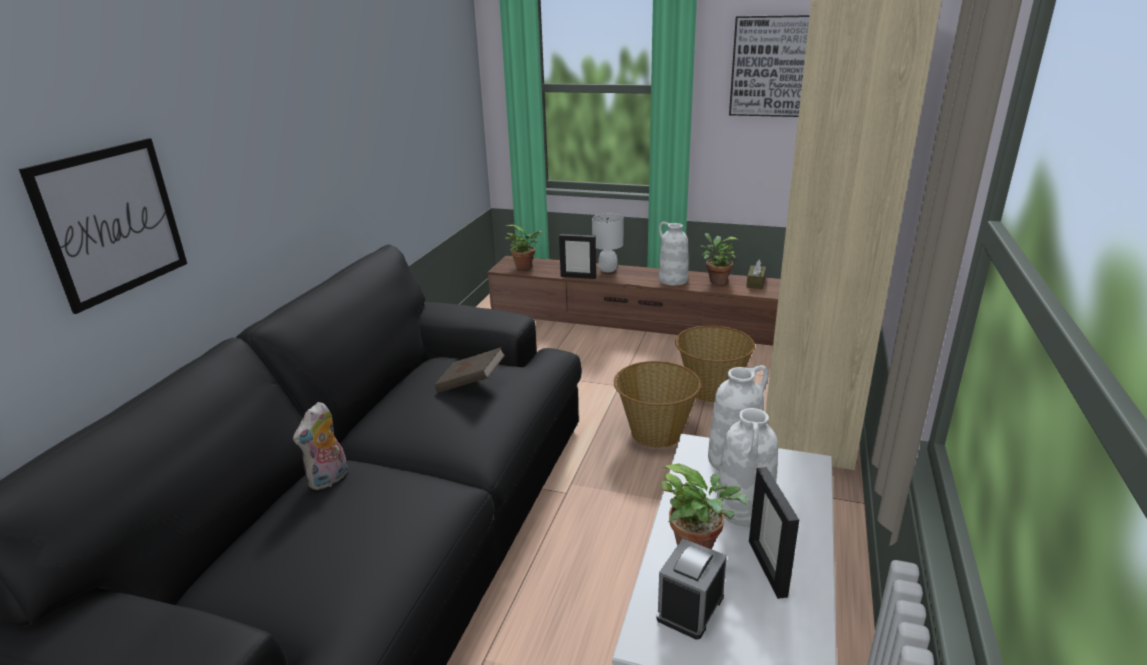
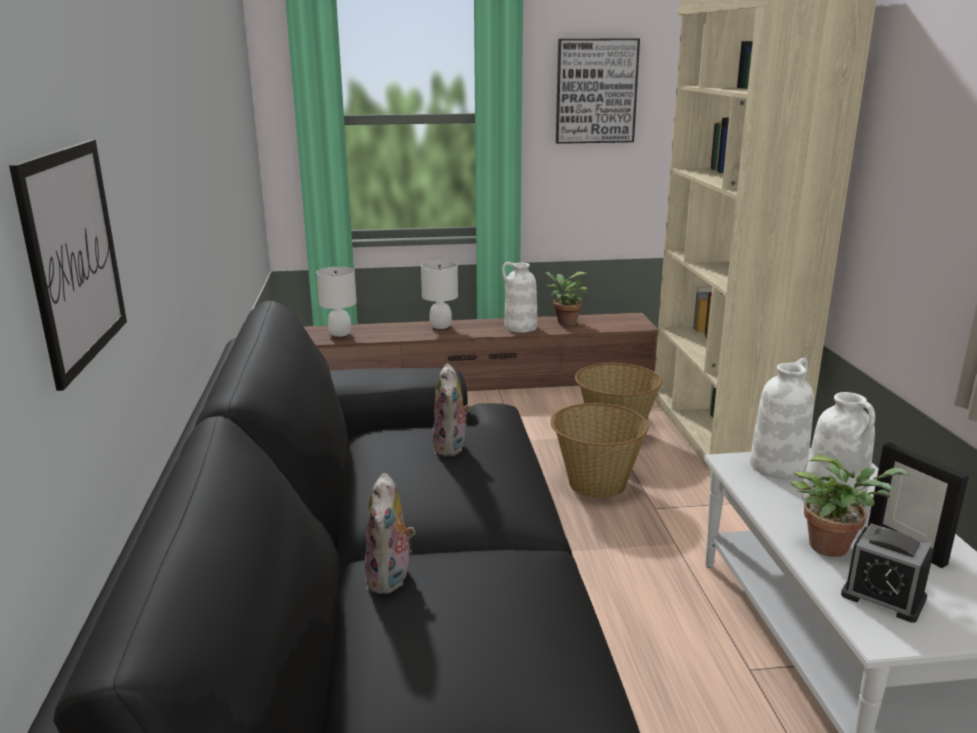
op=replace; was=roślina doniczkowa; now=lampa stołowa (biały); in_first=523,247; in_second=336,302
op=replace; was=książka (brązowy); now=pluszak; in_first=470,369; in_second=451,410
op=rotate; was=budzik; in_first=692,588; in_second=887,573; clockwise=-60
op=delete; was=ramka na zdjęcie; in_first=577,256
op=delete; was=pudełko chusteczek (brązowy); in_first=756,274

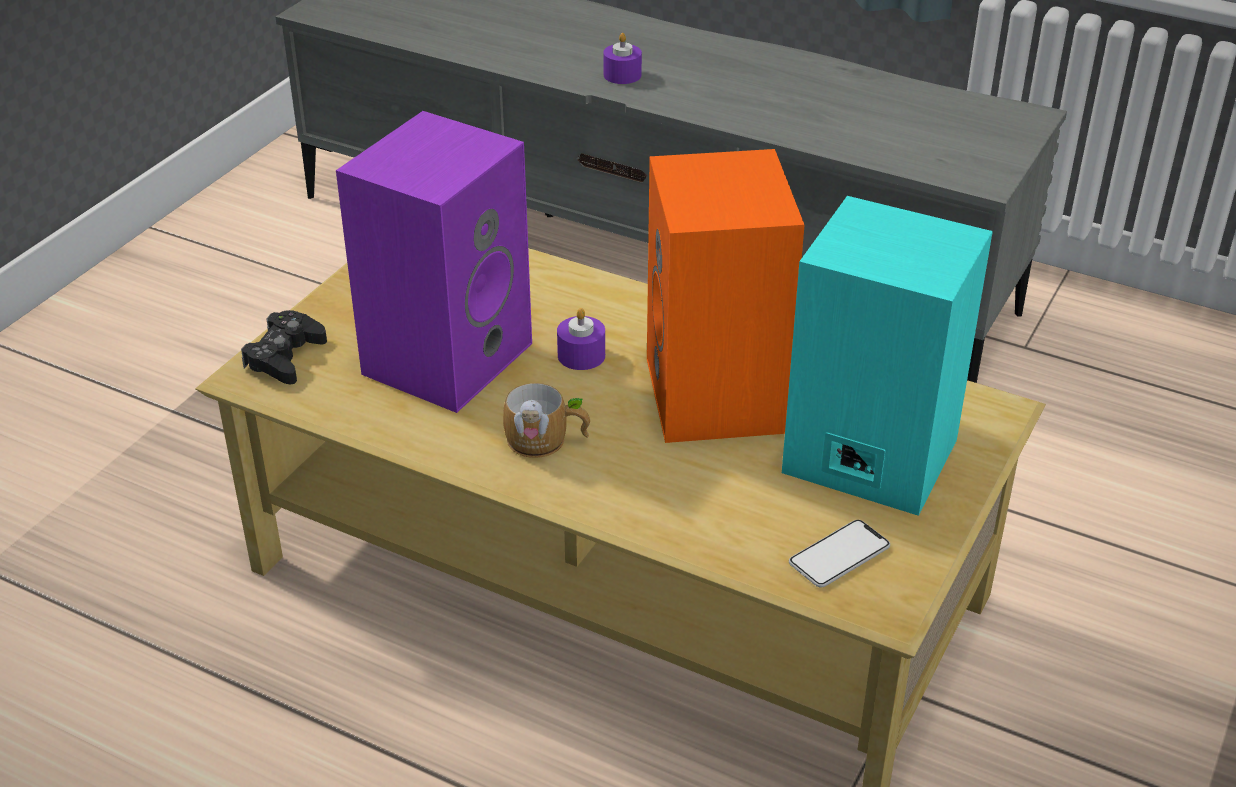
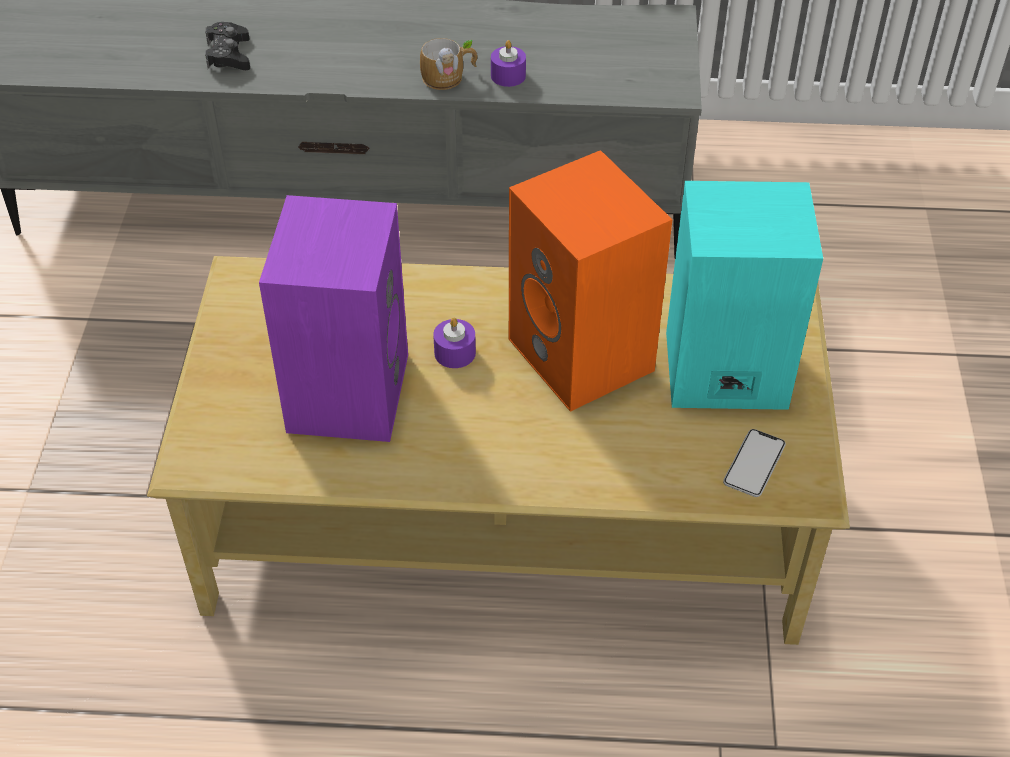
op=move; was=pad do gier (czarny); in_first=284,347; in_second=227,46
op=move; was=kubek; in_first=546,420; in_second=449,64
op=move; was=świeca (fioletowy); in_first=622,58; in_second=508,63

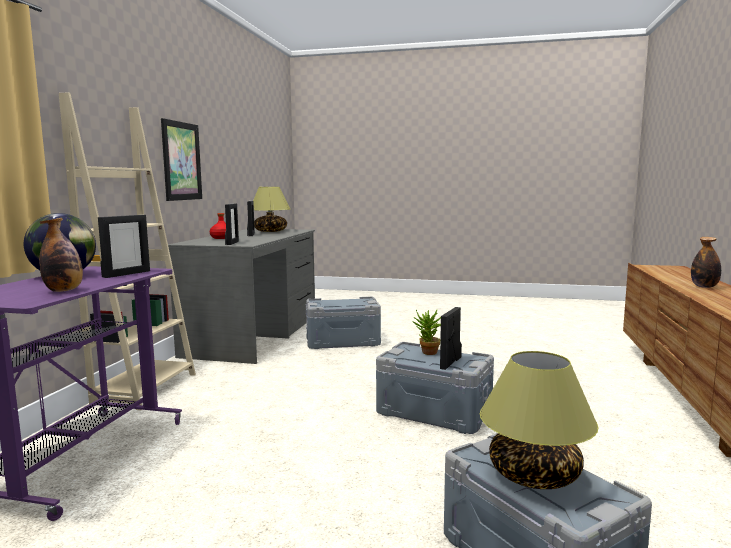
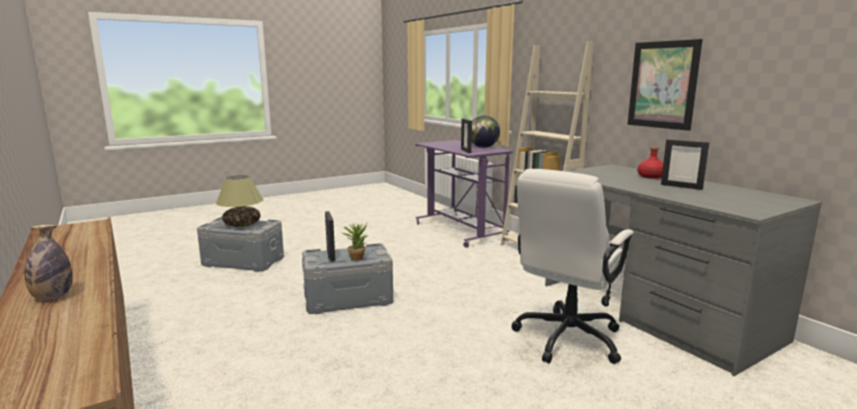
op=replace; was=pojemnik do przechowywania (szary); now=krzesło biurowe (biały); in_first=343,323; in_second=572,266
op=delete; was=butelka; in_first=61,255
op=delete; was=ramka na zdjęcie; in_first=232,224
op=delete; was=lampa stołowa; in_first=271,209

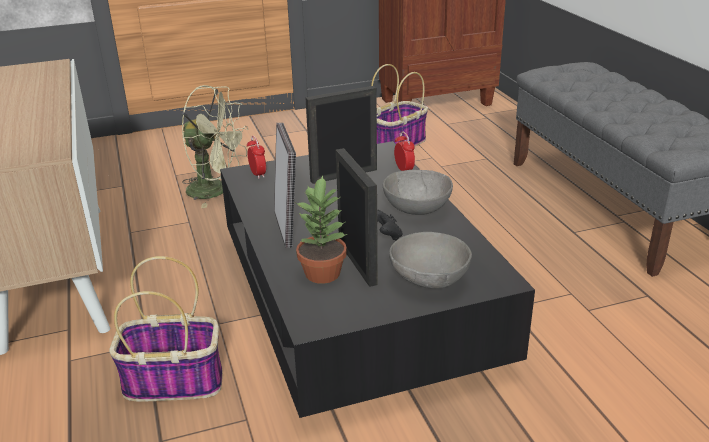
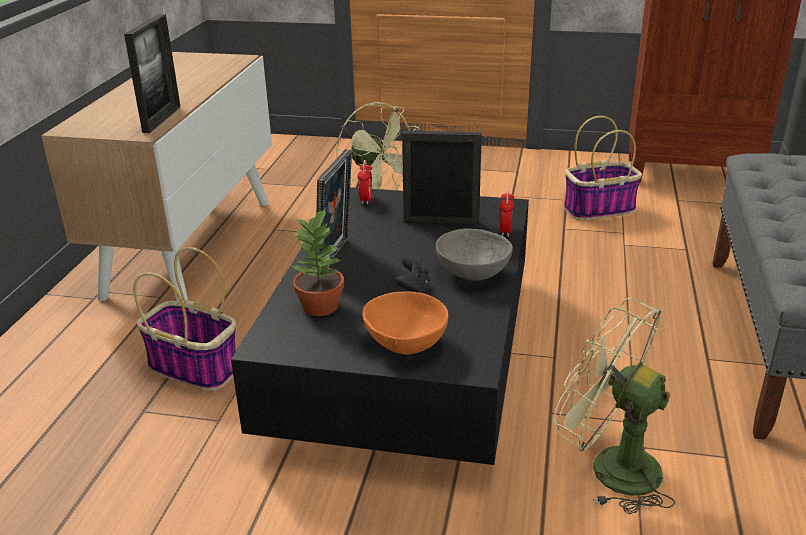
op=move; was=ramka na zdjęcie; in_first=357,217; in_second=152,73
op=recolor; was=miska (szary); now=miska (pomarańczowy); in_first=430,260; in_second=405,323
op=insert; now=wentylator (zielony); in_second=614,406

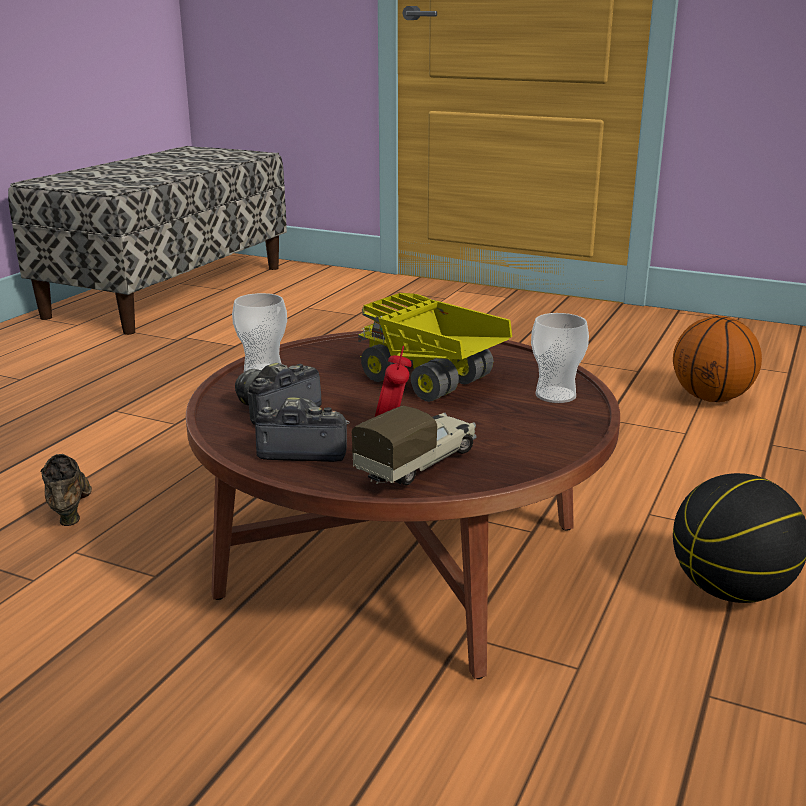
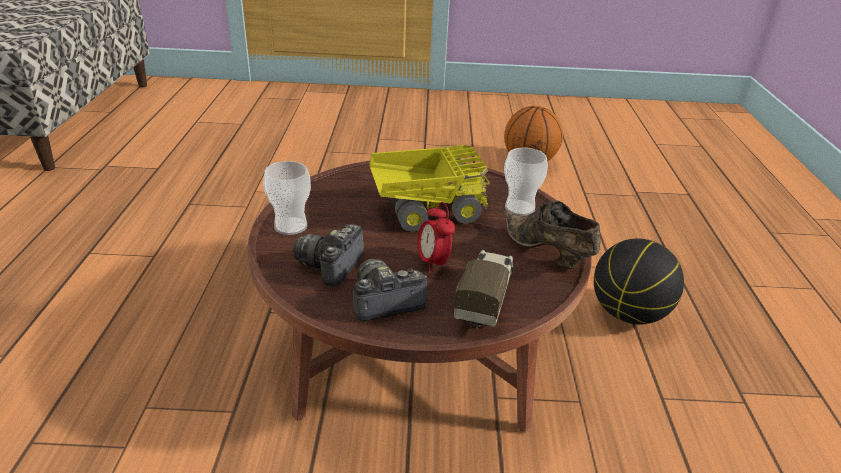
op=rotate; was=ciężarówka zabawkowa; in_first=435,347; in_second=429,188; clockwise=150
op=move; was=but (brązowy); in_first=66,490; in_second=552,234

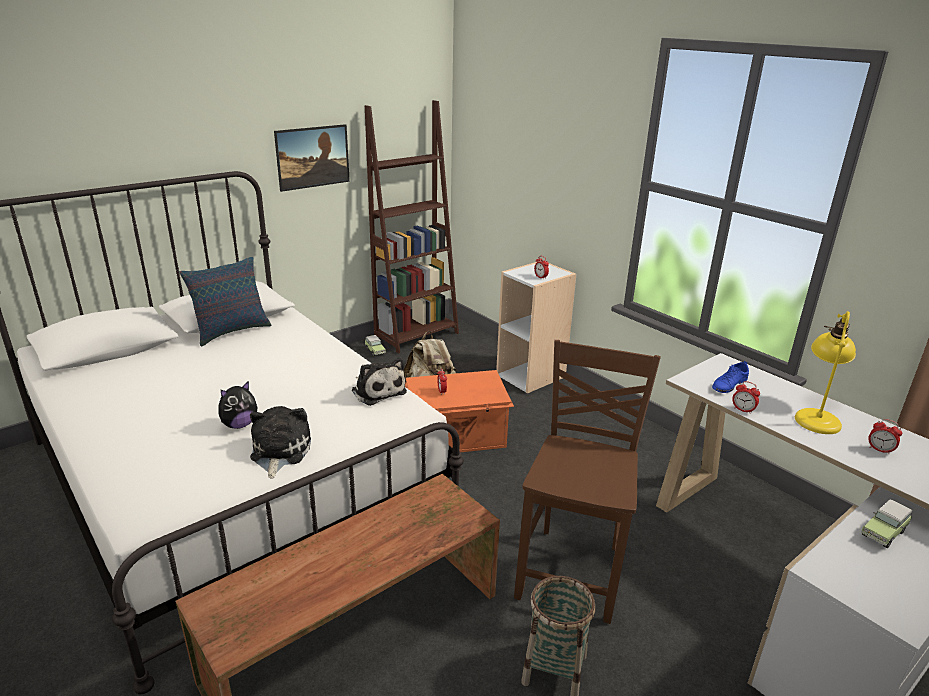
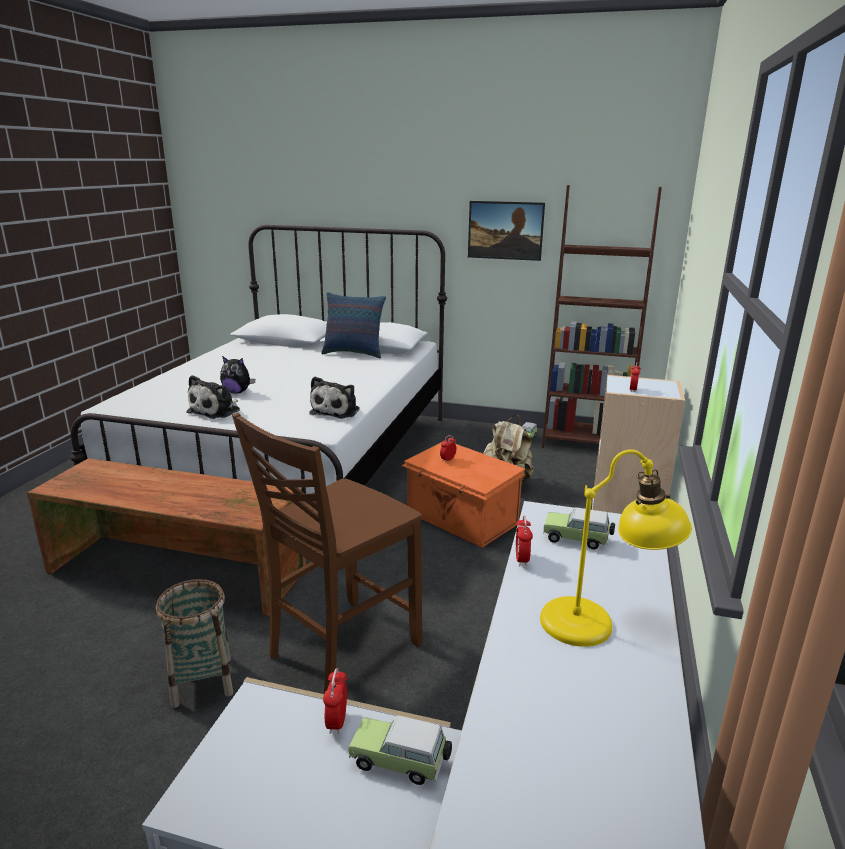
op=rotate; was=pluszak; in_first=280,442; in_second=213,397; clockwise=150
op=rotate; was=krzesło (brązowy); in_first=587,482; in_second=327,553; clockwise=150
op=move; was=budzik; in_first=885,436; in_second=335,701
op=replace; was=but (niebieski); now=samochodzik; in_first=730,377; in_second=579,528

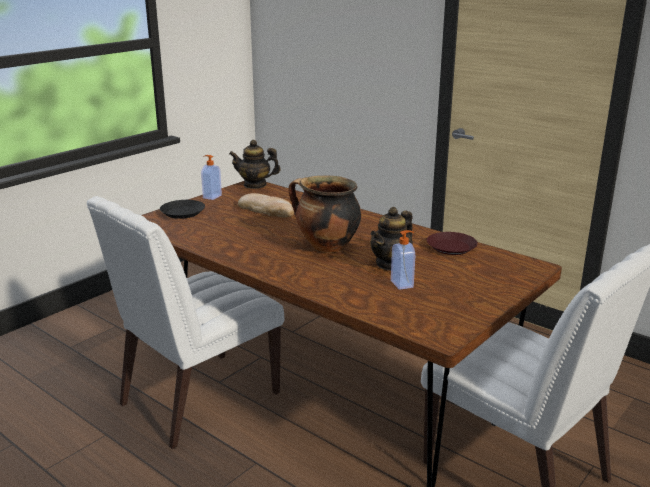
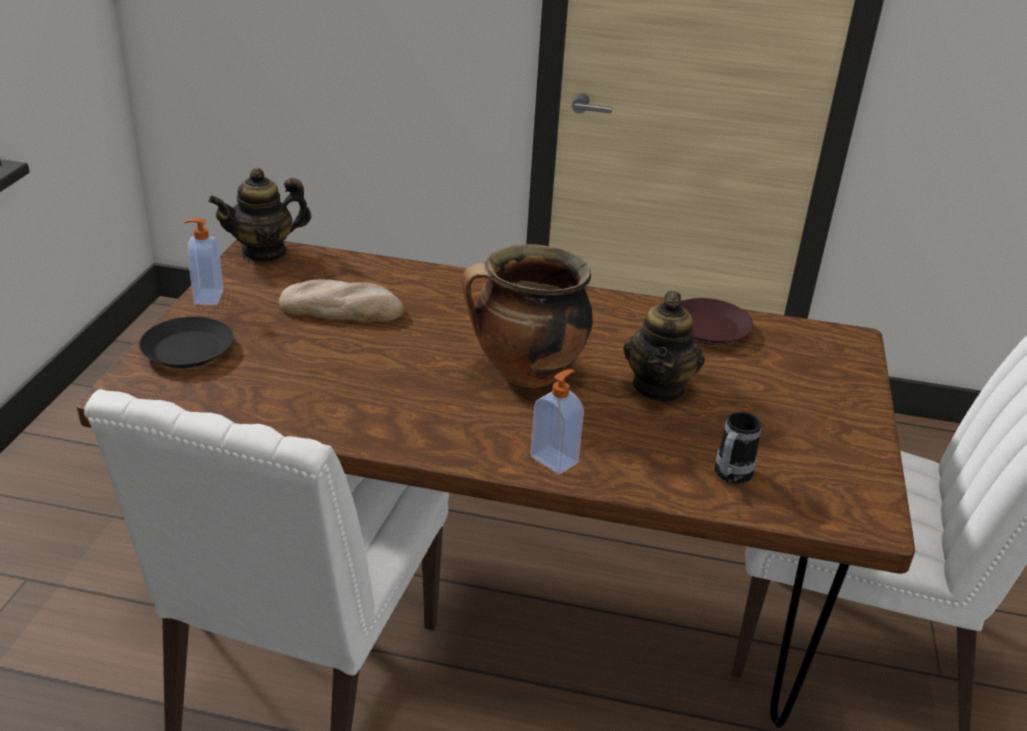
op=move; was=dozownik mydła; in_first=403,260; in_second=557,422
op=insert; now=kubek; in_second=738,448

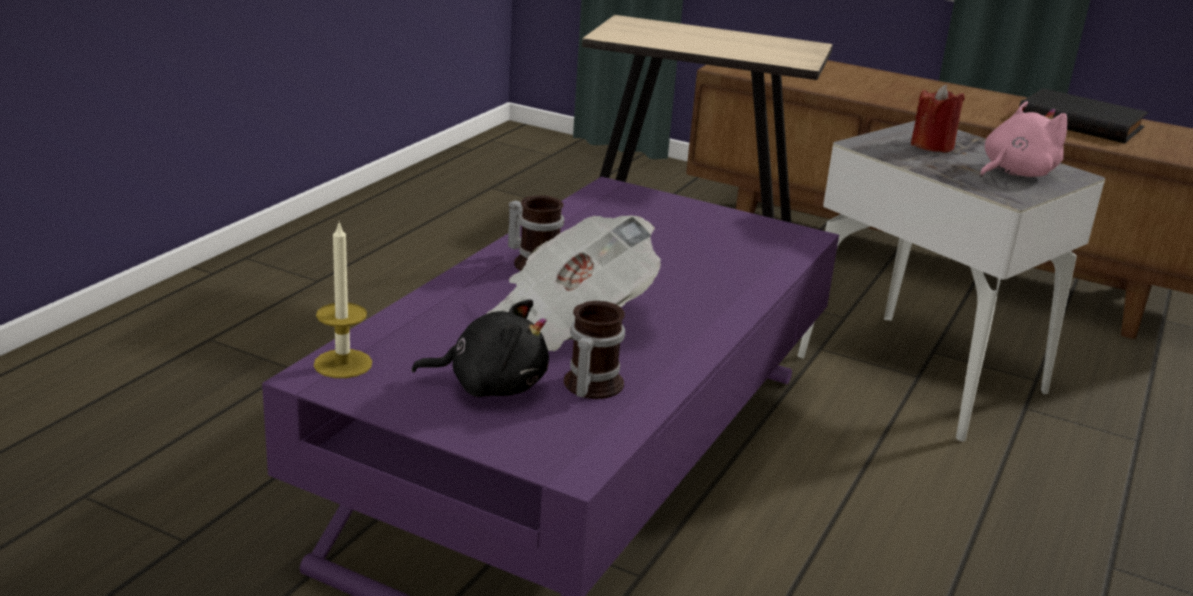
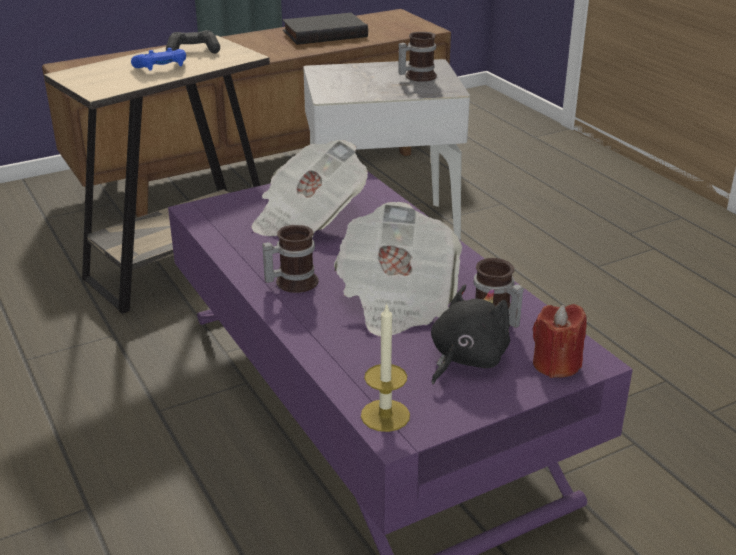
op=insert; now=pad do gier (niebieski); in_second=158,59
op=insert; now=pad do gier (czarny); in_second=193,42
op=insert; now=gazeta; in_second=309,188
op=replace; was=pluszak (różowy); now=kubek; in_first=1023,139; in_second=417,57
op=move; was=świeca (czerwony); in_first=938,118; in_second=560,341

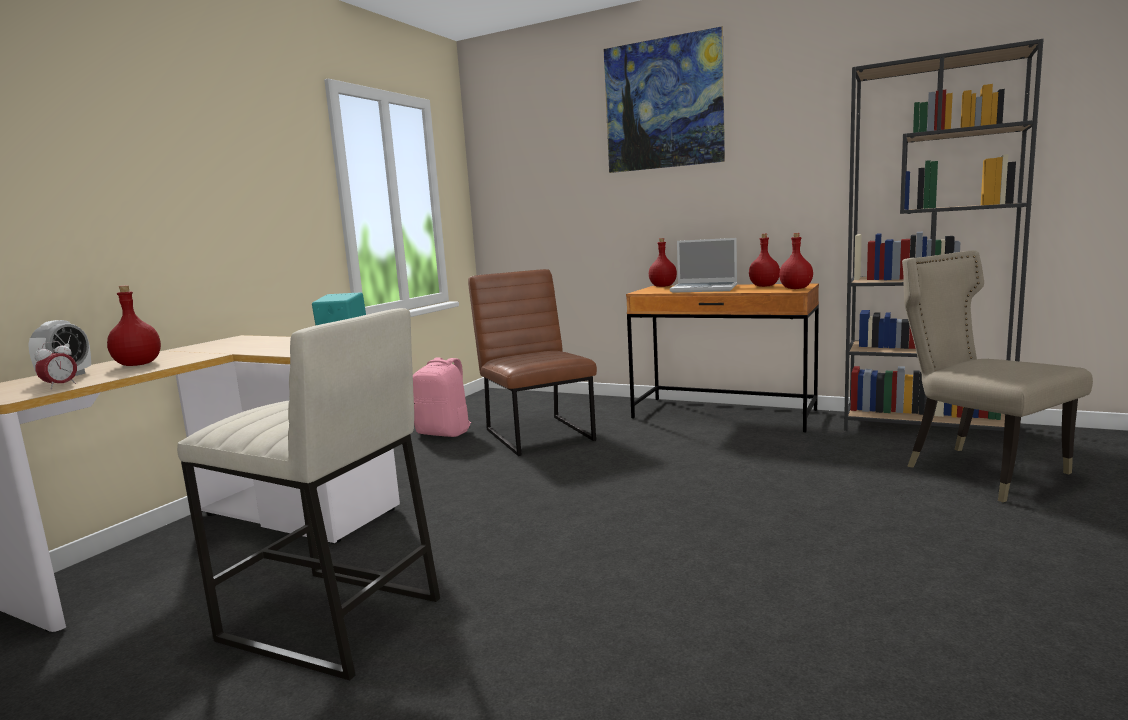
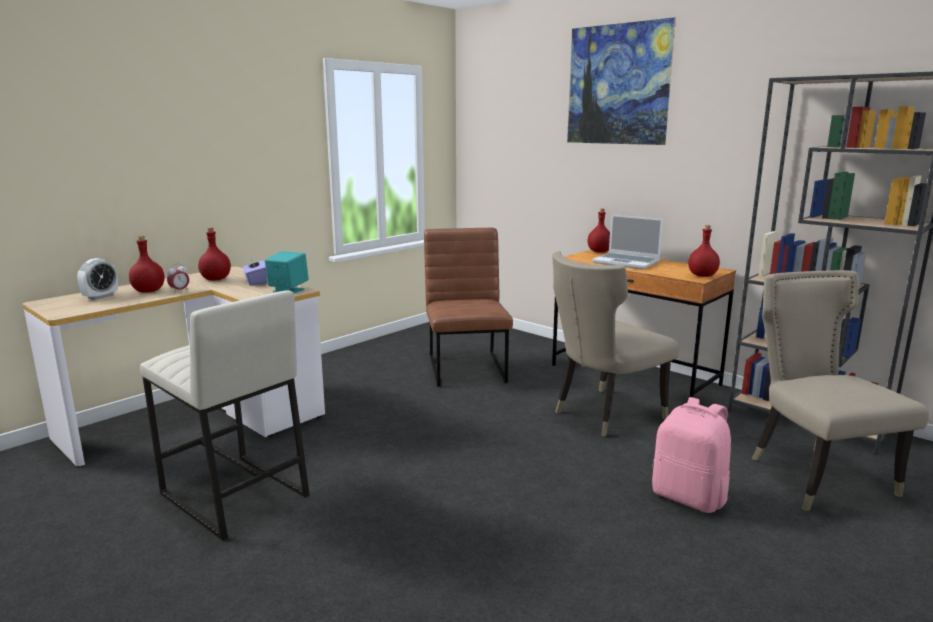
op=move; was=budzik; in_first=56,365; in_second=178,278
op=move; was=butelka (czerwony); in_first=764,260; in_second=214,254
op=insert; now=pudełko chusteczek (fioletowy); in_second=255,270
op=insert; now=krzesło (beżowy); in_second=615,344
op=move; was=plecak (różowy); in_first=442,397; in_second=691,455

